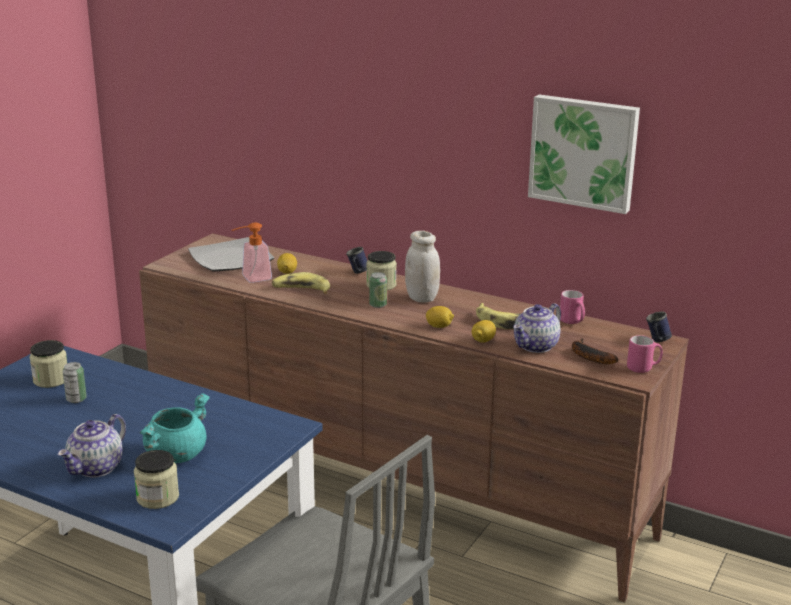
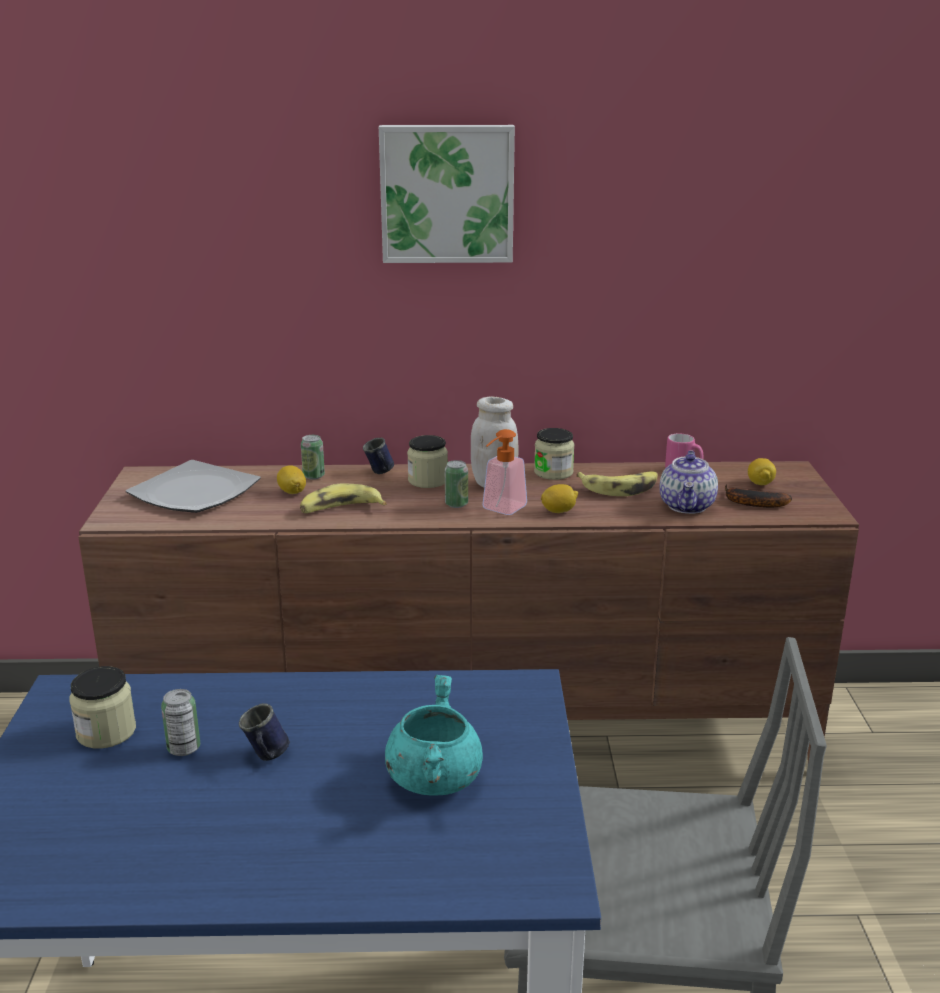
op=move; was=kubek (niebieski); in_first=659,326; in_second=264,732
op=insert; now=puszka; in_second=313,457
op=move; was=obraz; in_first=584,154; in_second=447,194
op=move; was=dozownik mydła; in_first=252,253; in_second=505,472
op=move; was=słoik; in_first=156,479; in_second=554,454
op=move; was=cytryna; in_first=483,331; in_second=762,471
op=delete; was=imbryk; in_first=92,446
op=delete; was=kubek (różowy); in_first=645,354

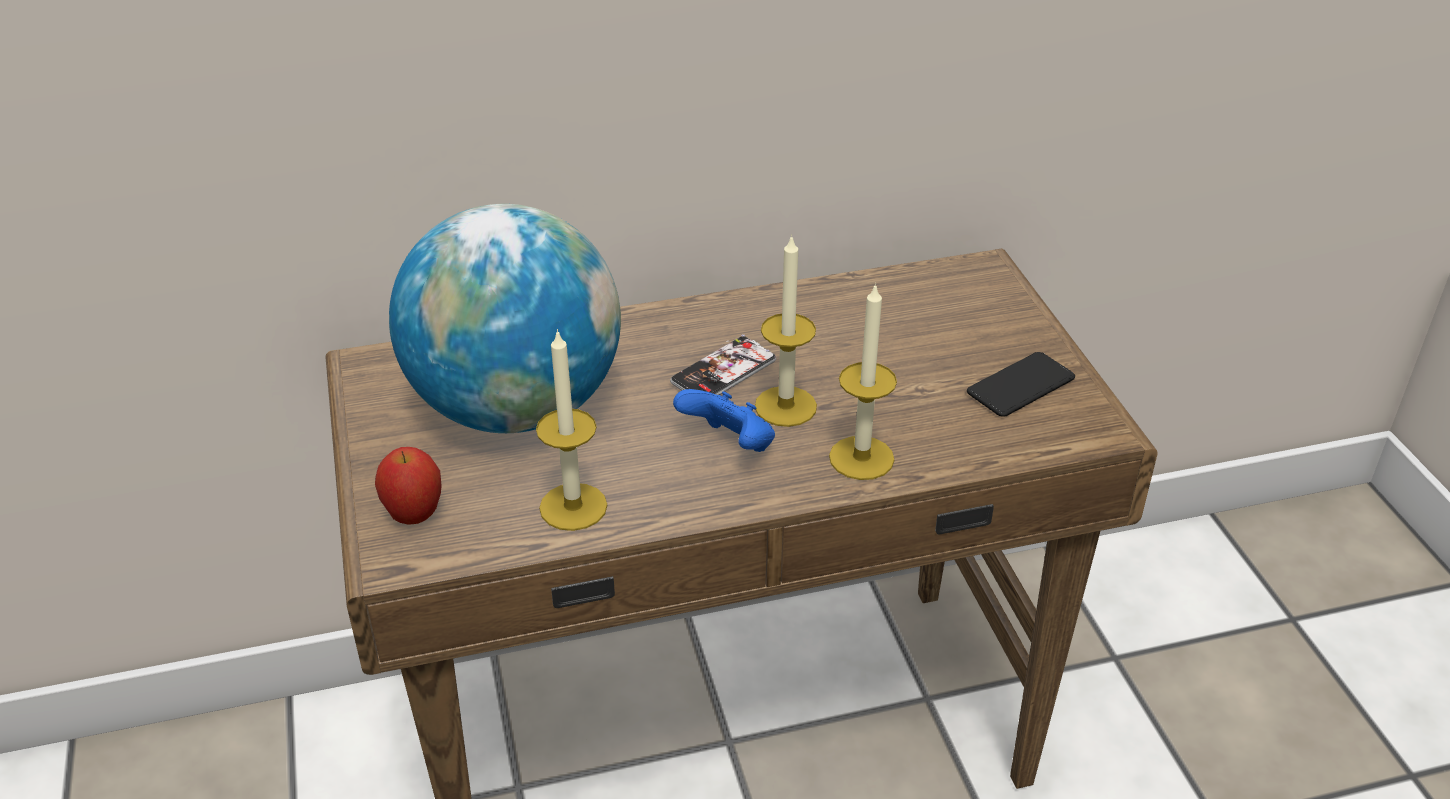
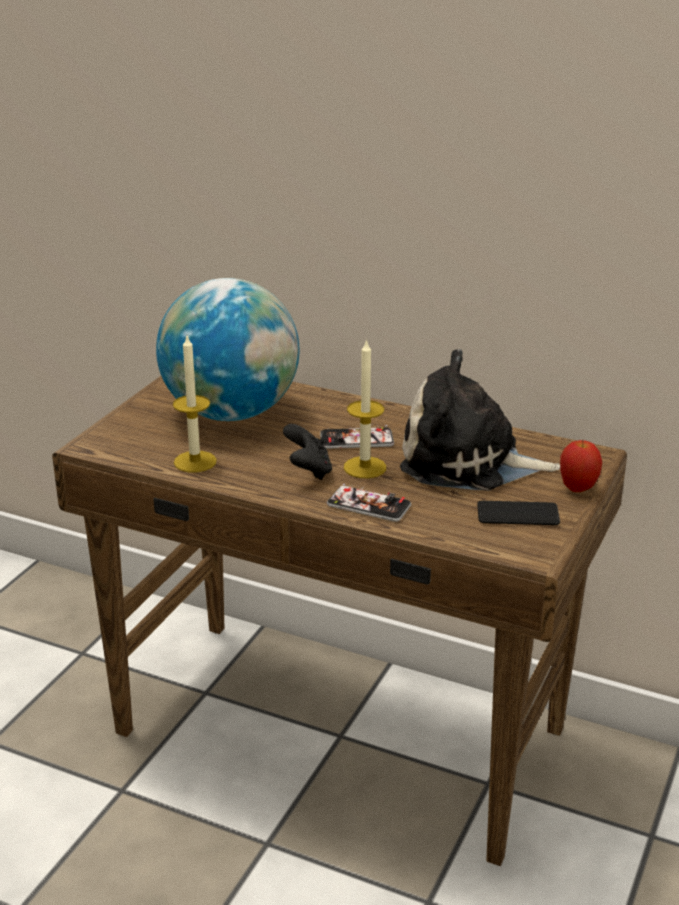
op=recolor; was=pad do gier (niebieski); now=pad do gier (czarny); in_first=724,420; in_second=307,452
op=replace; was=świeca; now=telefon; in_first=863,381; in_second=369,503
op=insert; now=pluszak; in_second=480,420
op=move; was=jabłko; in_first=408,486; in_second=581,466

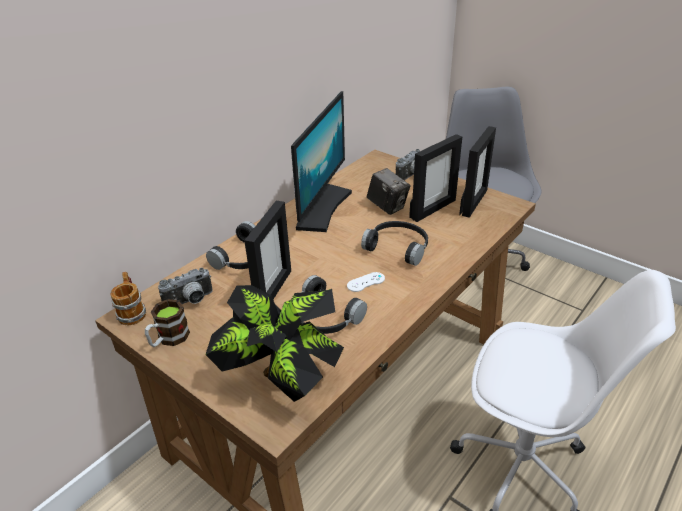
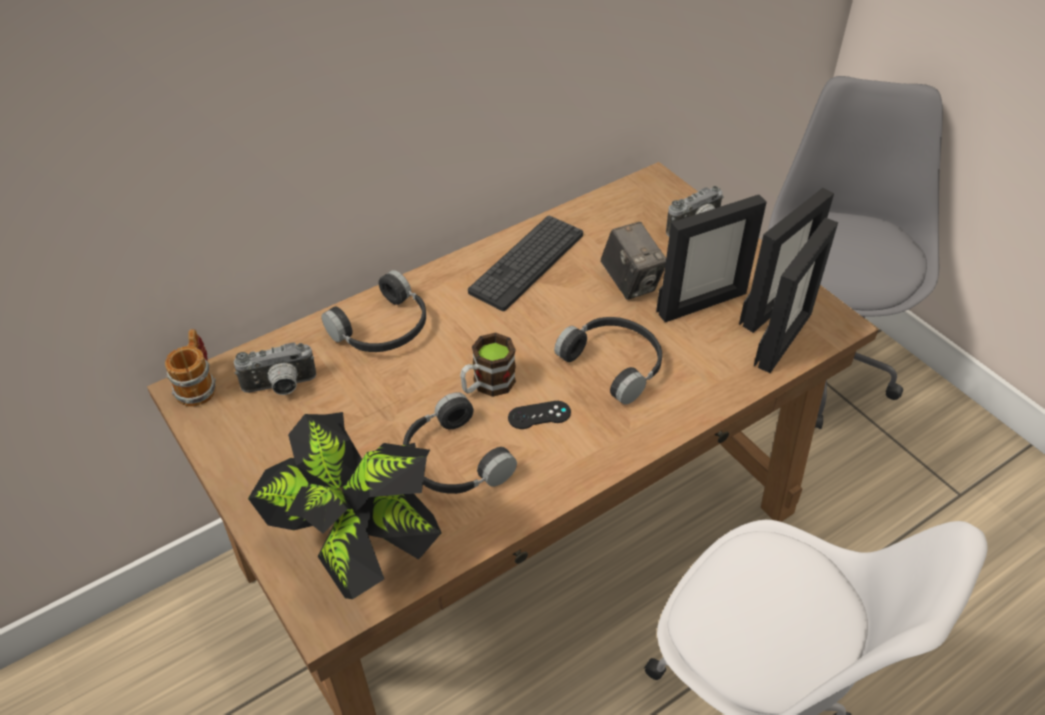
op=move; was=kubek; in_first=167,323; in_second=488,365
op=replace; was=monitor; now=klawiatura; in_first=321,161; in_second=525,263
op=recolor; was=pad do gier (biały); now=pad do gier (czarny); in_first=366,282; in_second=539,415
op=move; was=ramka na zdjęcie; in_first=267,250; in_second=796,295

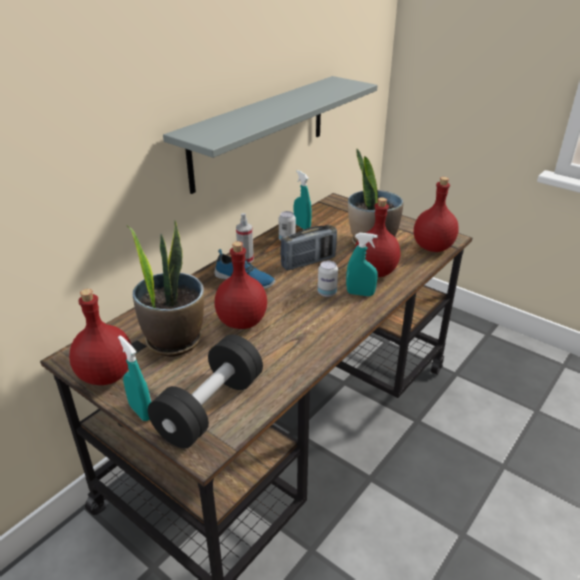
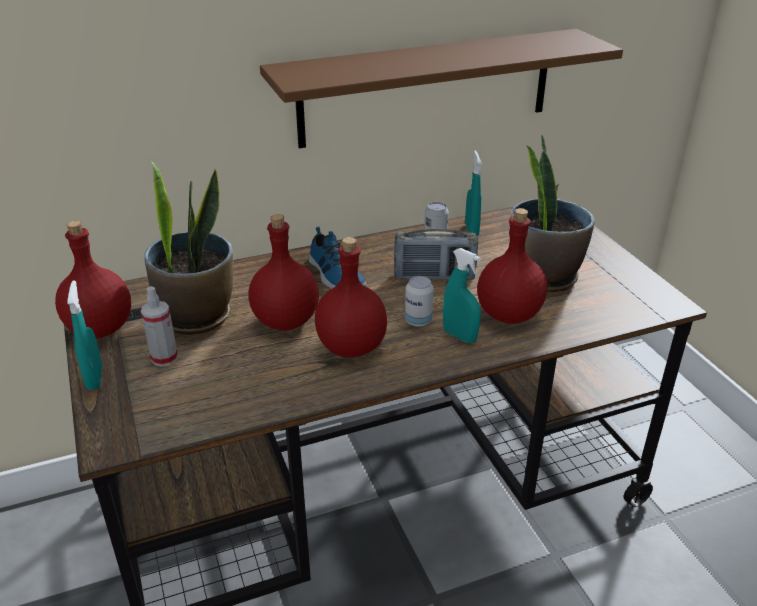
op=move; was=spryskiwacz; in_first=245,238; in_second=159,326
op=recolor; was=półka (szary); now=półka (brązowy); in_first=270,135; in_second=441,88
op=move; was=butelka (czerwony); in_first=436,214; in_second=351,297
op=delete; was=hantel (czarny); in_first=205,391

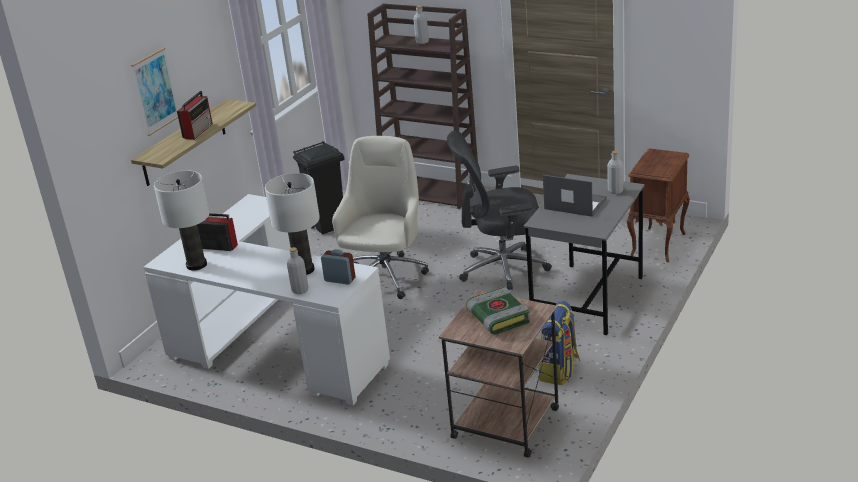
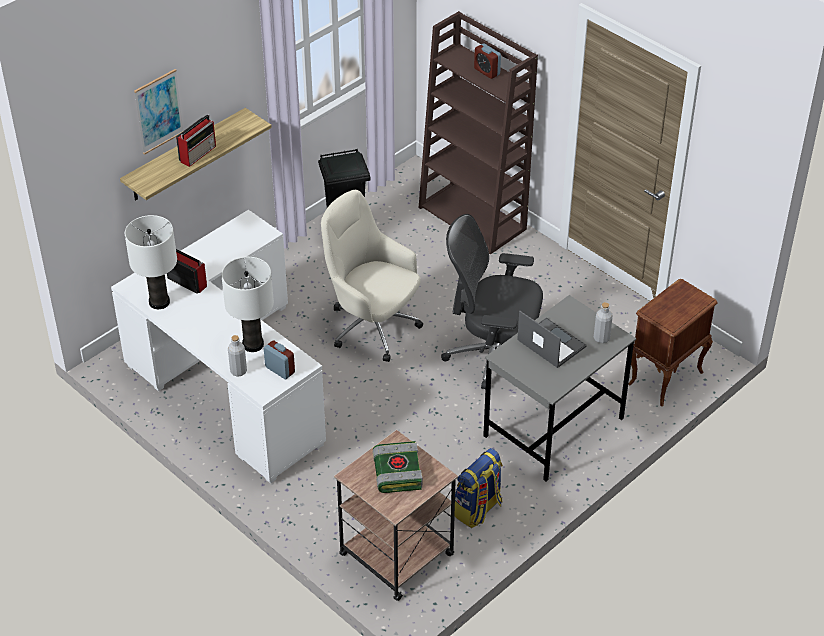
op=rotate; was=krzesło biurowe (beżowy); in_first=380,217; in_second=372,276; clockwise=-90
op=replace; was=butelka (szary); now=budzik; in_first=421,25; in_second=487,61

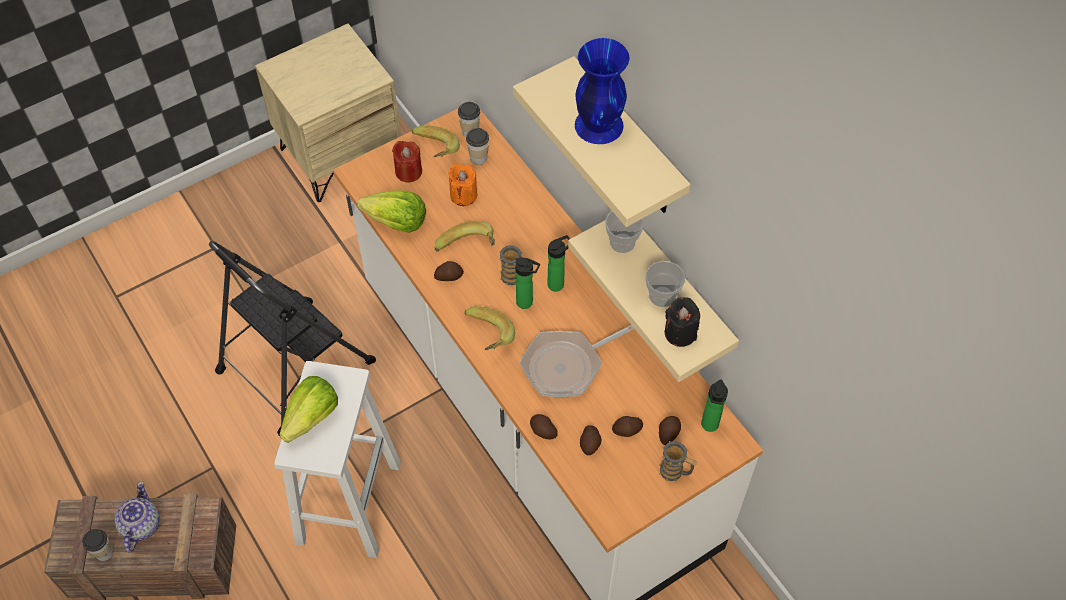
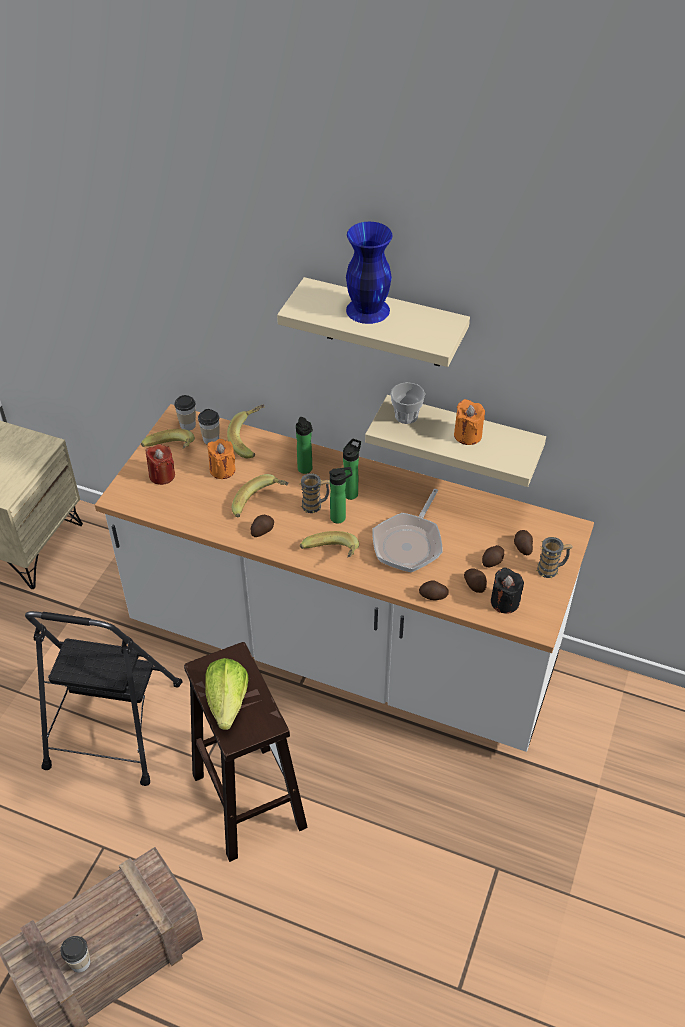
op=recolor; was=stołek (biały); now=stołek (brązowy); in_first=337,459; in_second=246,752
op=insert; now=banan; in_second=246,431
op=move; was=butelka; in_first=714,405; in_second=304,445
op=replace; was=filiżanka; now=świeca (pomarańczowy); in_first=665,284; in_second=469,422
op=move; was=świeca (czarny); in_first=682,322; in_second=507,591
op=delete; was=imbryk; in_first=137,517
op=delete; was=sałata; in_first=391,211

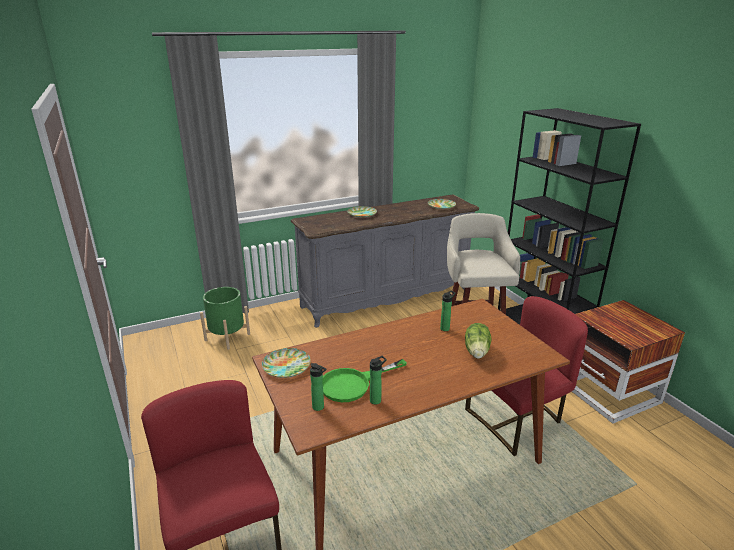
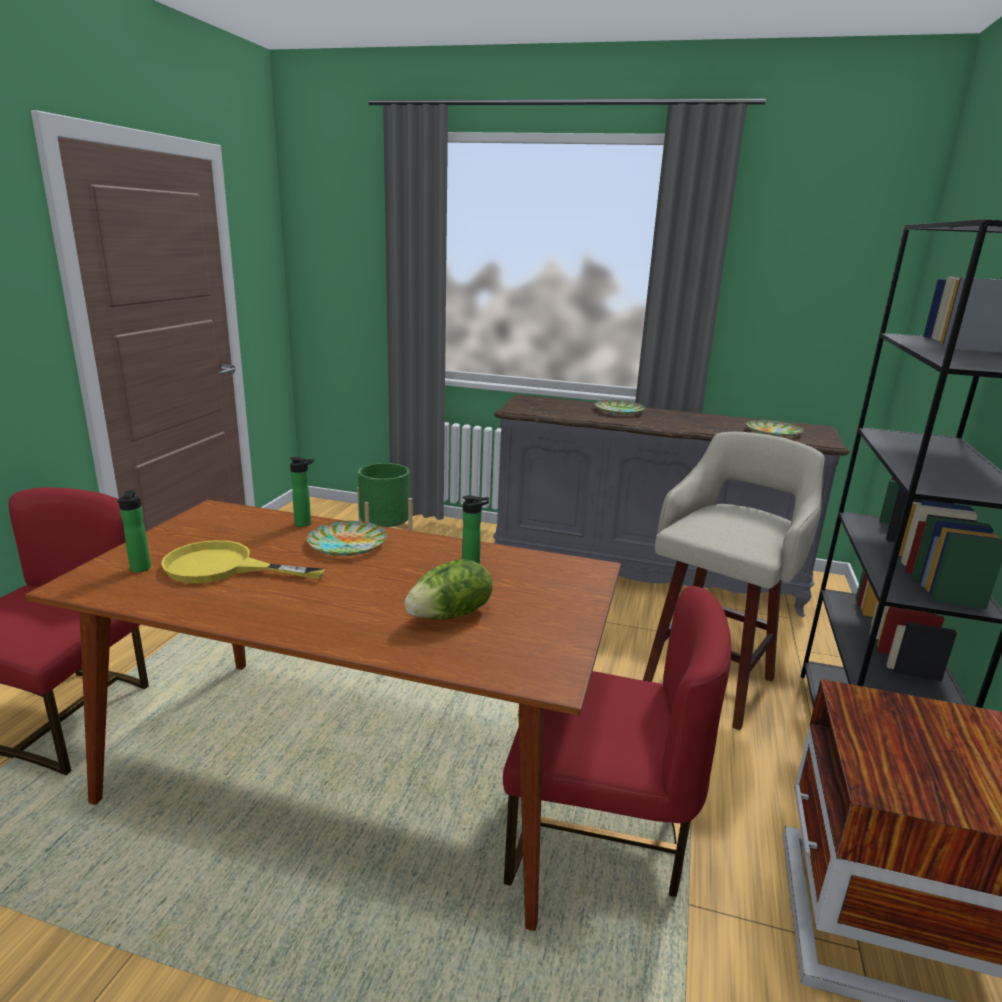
op=recolor; was=patelnia (zielony); now=patelnia (żółty); in_first=364,380; in_second=243,561
op=move; was=butelka; in_first=378,380; in_second=302,492
op=move; was=talerz; in_first=286,363; in_second=347,538

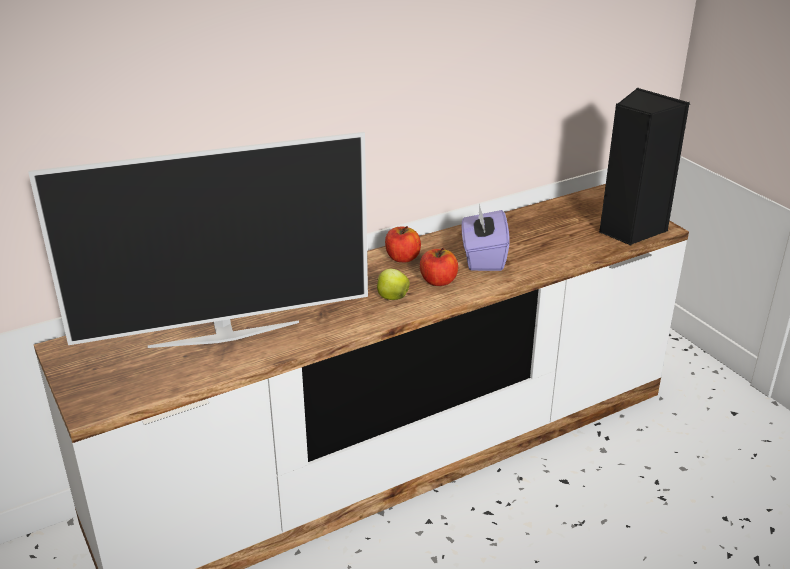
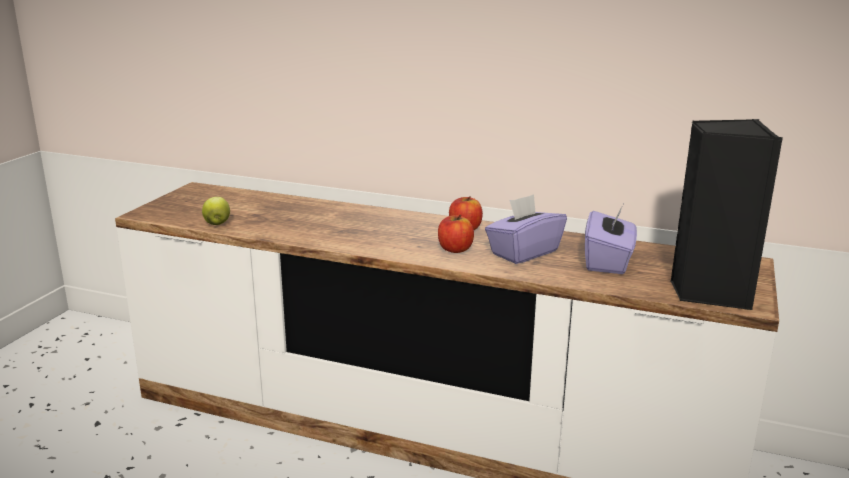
op=move; was=jabłko; in_first=393,284; in_second=216,211
op=insert; now=pudełko chusteczek (fioletowy); in_second=611,239
op=delete; was=telewizor; in_first=198,240

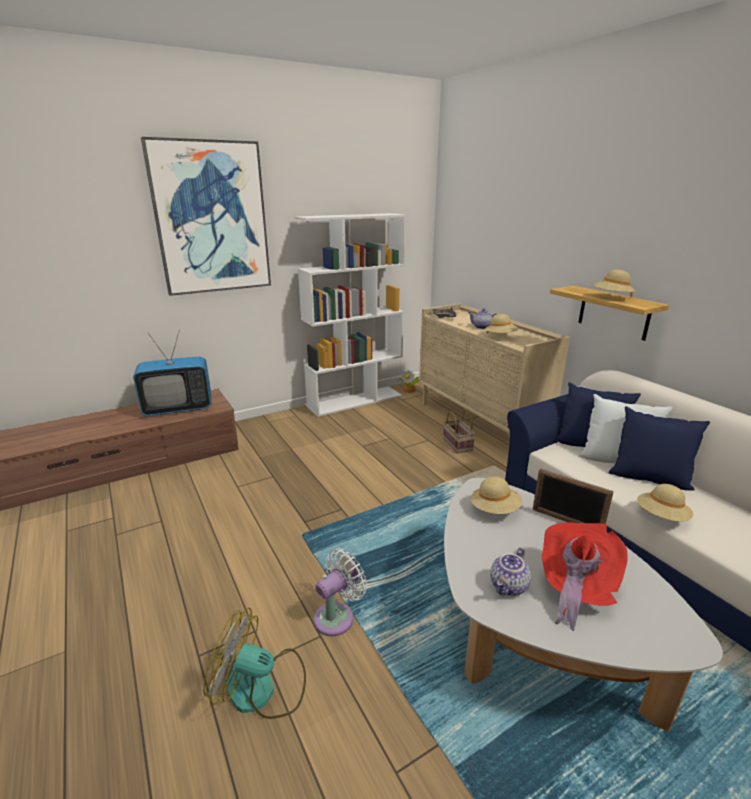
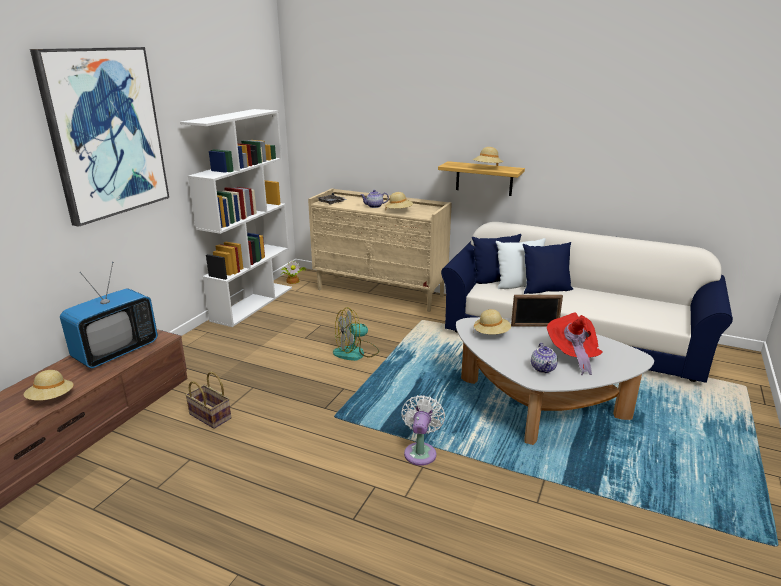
op=move; was=kapelusz (beżowy); in_first=665,502; in_second=48,385
op=move; was=koszyk; in_first=459,431; in_second=208,400
op=move; was=wentylator; in_first=254,663; in_second=356,334

